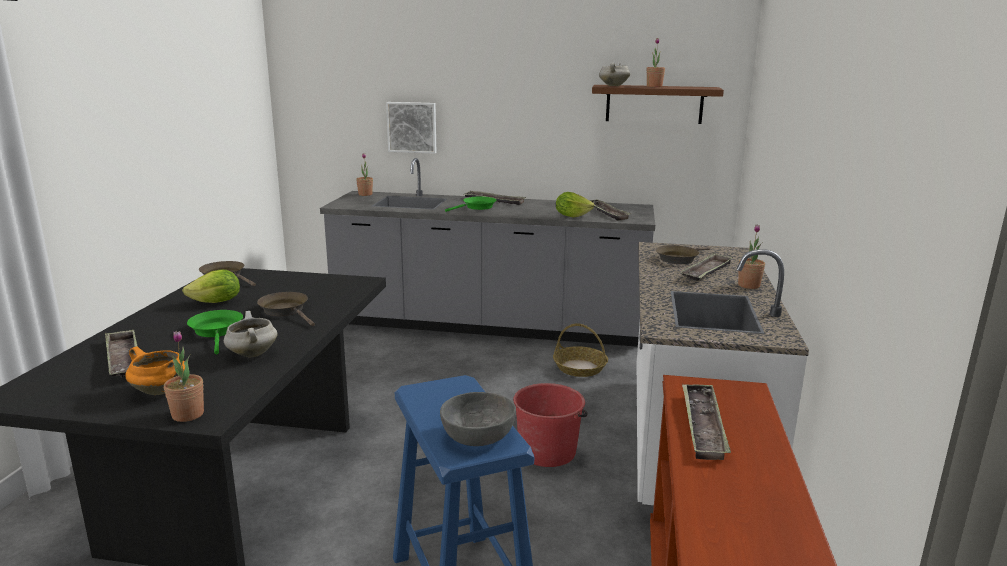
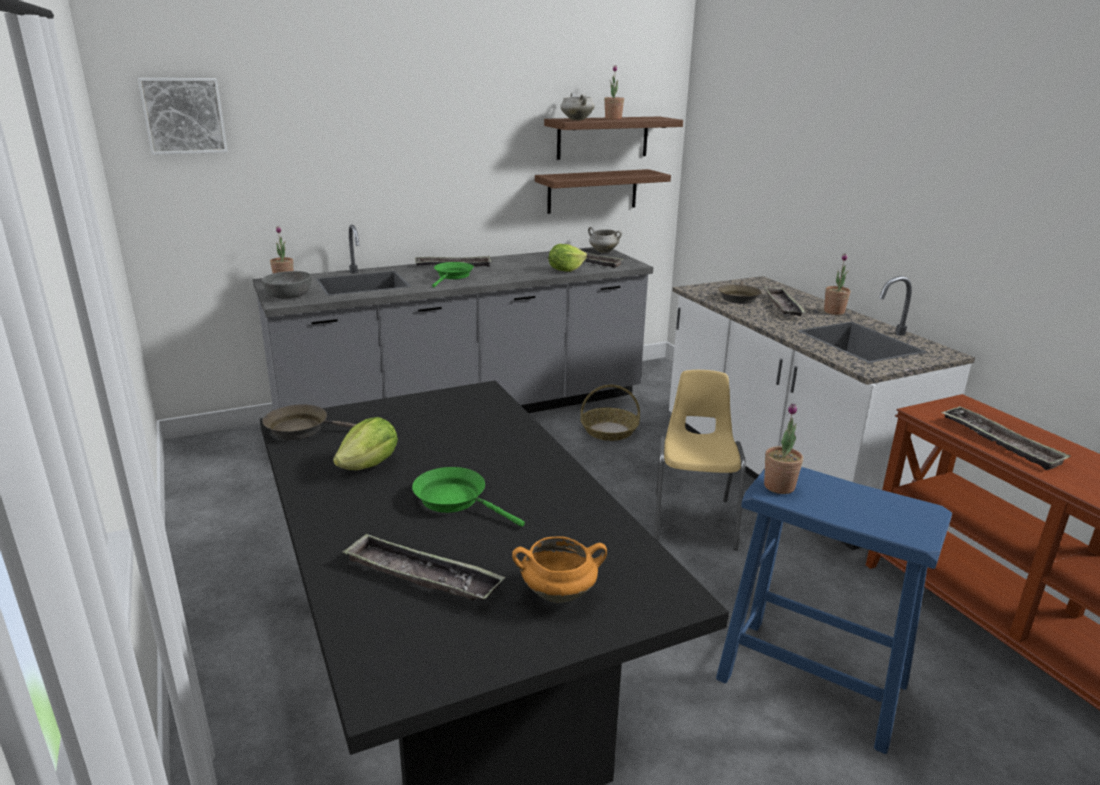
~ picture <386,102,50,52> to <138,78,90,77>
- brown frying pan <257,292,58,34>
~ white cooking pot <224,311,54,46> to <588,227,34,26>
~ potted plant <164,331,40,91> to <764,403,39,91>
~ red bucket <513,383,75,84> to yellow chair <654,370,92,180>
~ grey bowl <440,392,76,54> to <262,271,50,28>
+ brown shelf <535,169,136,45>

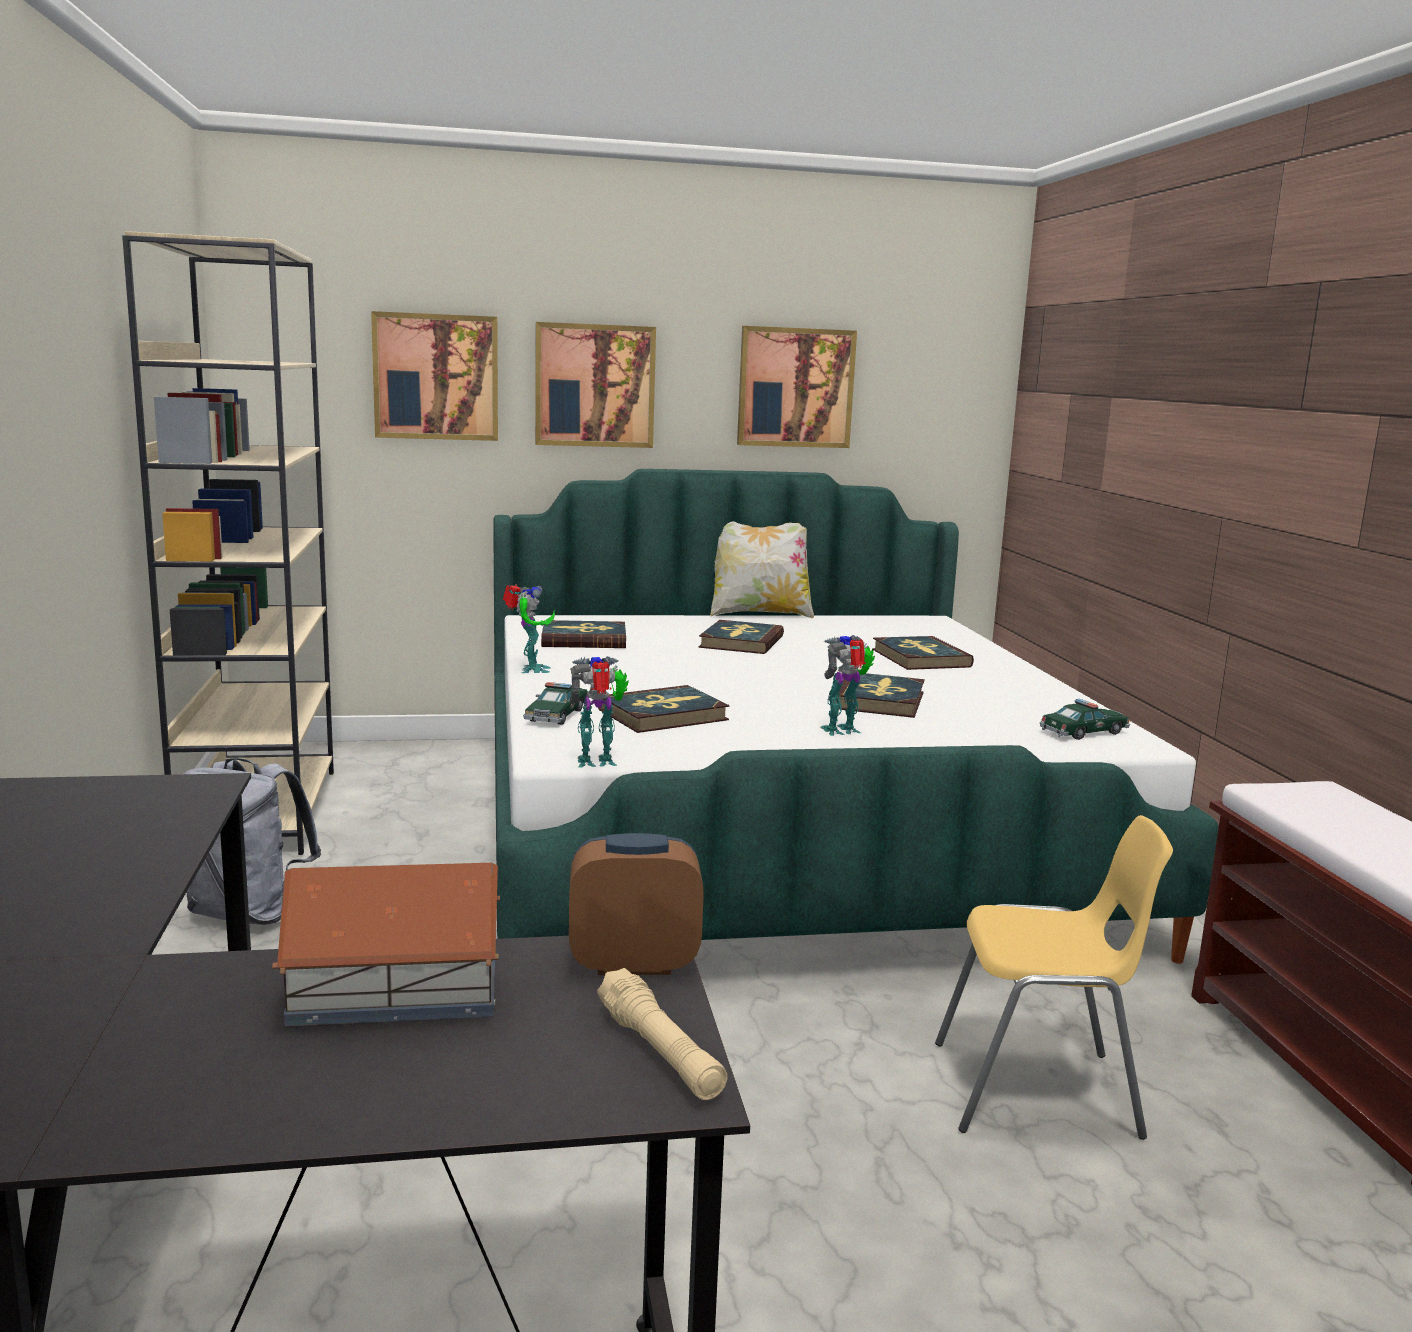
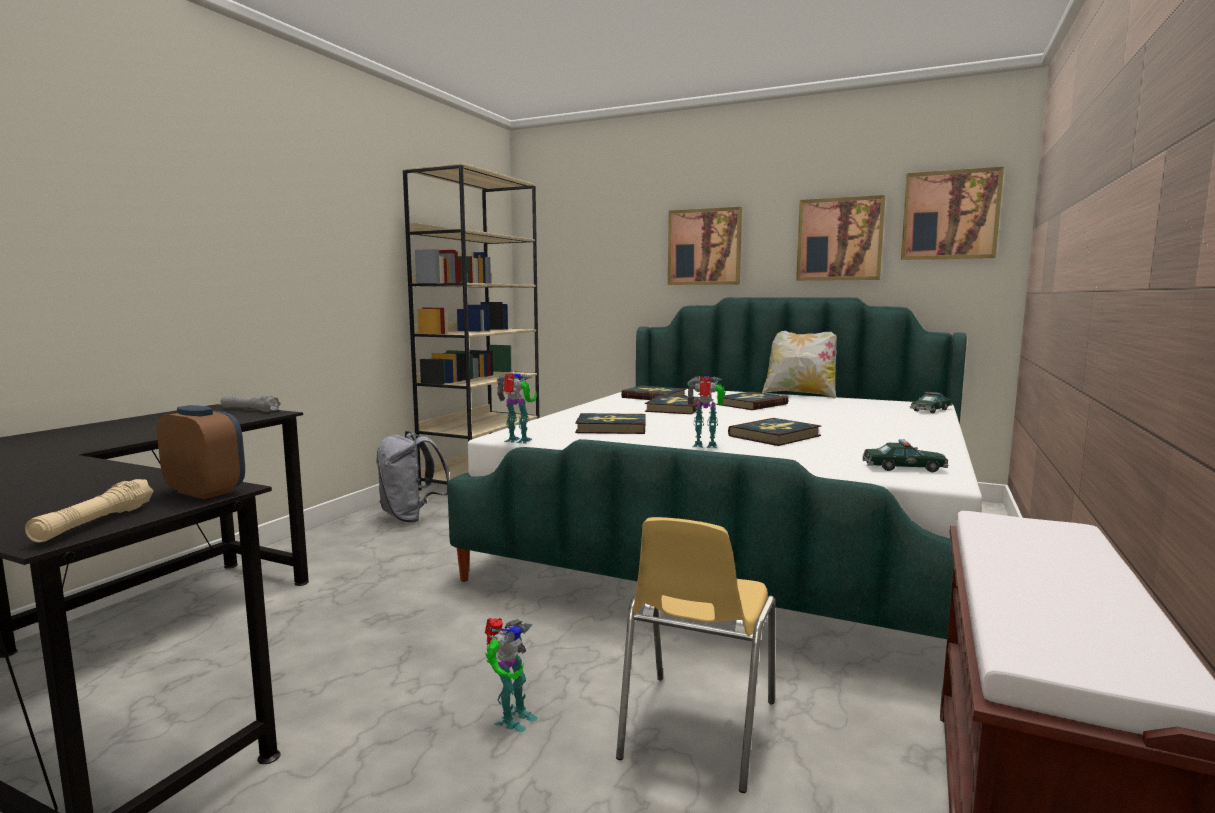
~ picture <371,311,127,130> to <901,167,103,93>
~ toy robot <503,584,52,89> to <485,618,53,114>
~ book <872,636,102,34> to <645,395,58,19>
~ toy car <523,682,65,43> to <910,392,42,21>
~ yellow chair <935,815,238,325> = <616,517,159,276> 75 degrees clockwise
- toy house <272,863,228,163>
+ grey flashlight <221,396,60,16>

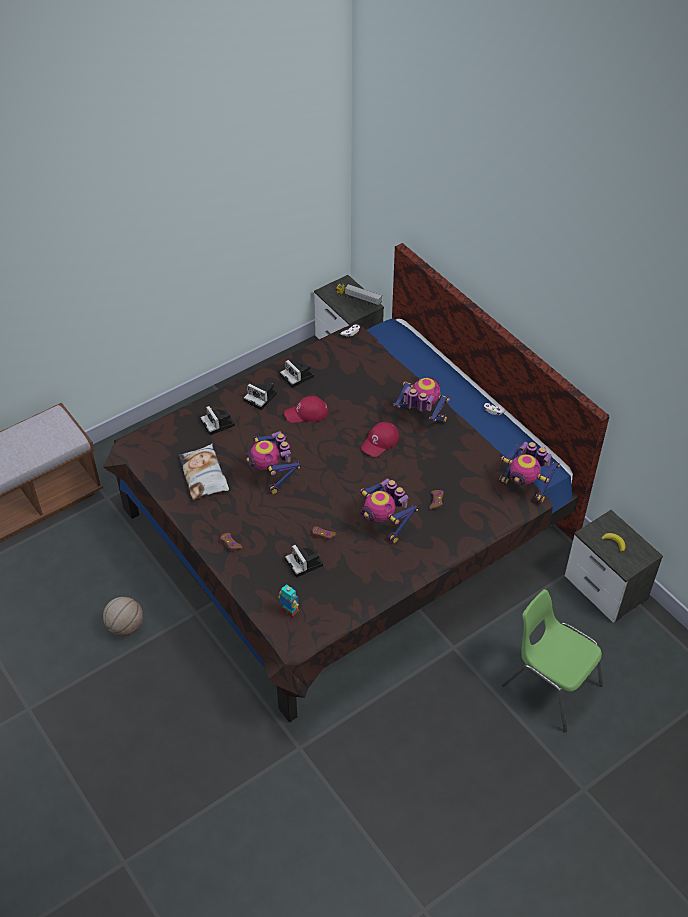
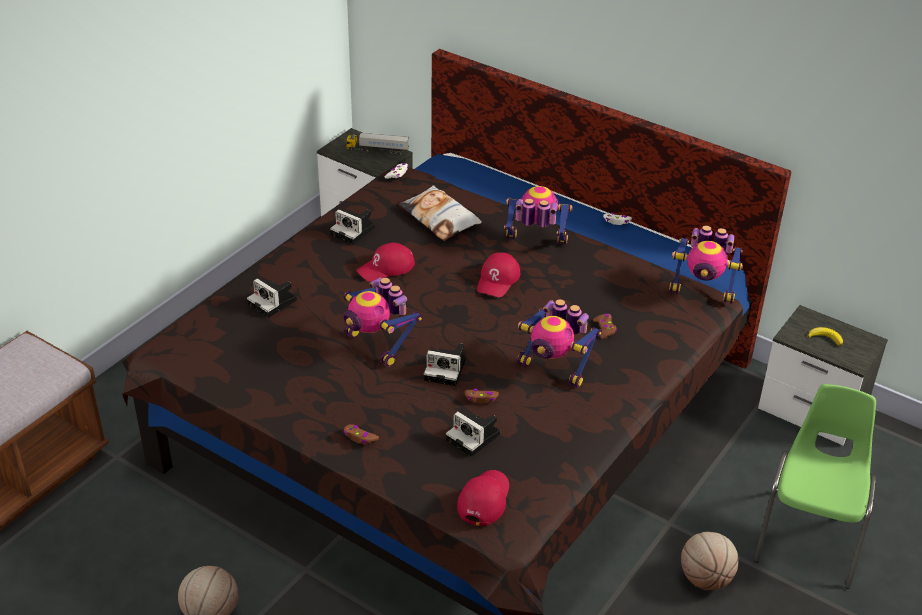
~ photo camera <244,383,33,27> to <424,343,42,43>
~ pillow <179,443,50,57> to <399,185,83,56>
~ toy robot <278,584,21,34> to red cap <457,470,52,56>
~ green chair <502,589,101,143> = <754,384,122,205> 90 degrees clockwise
+ basketball <681,532,58,58>

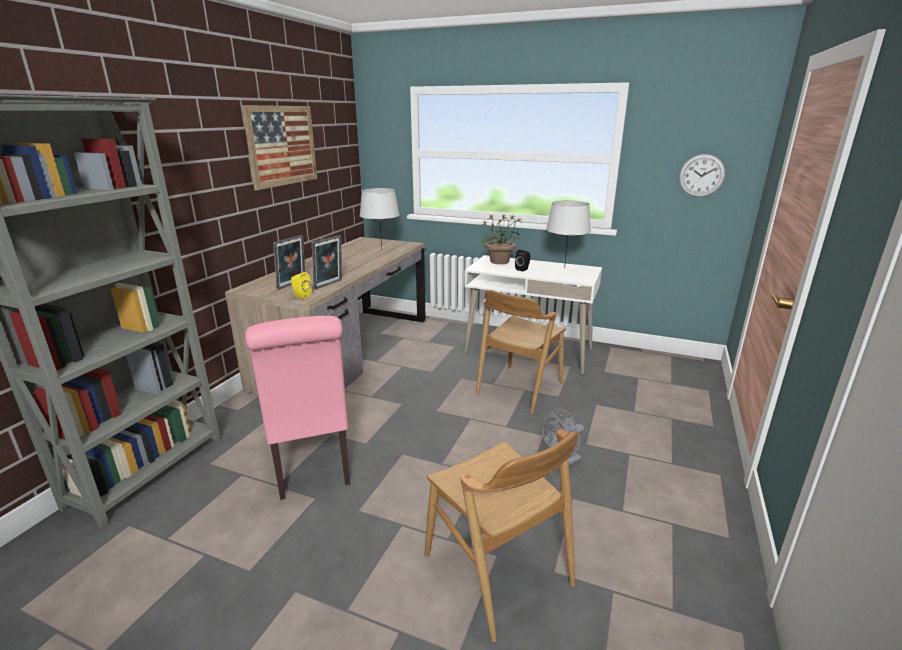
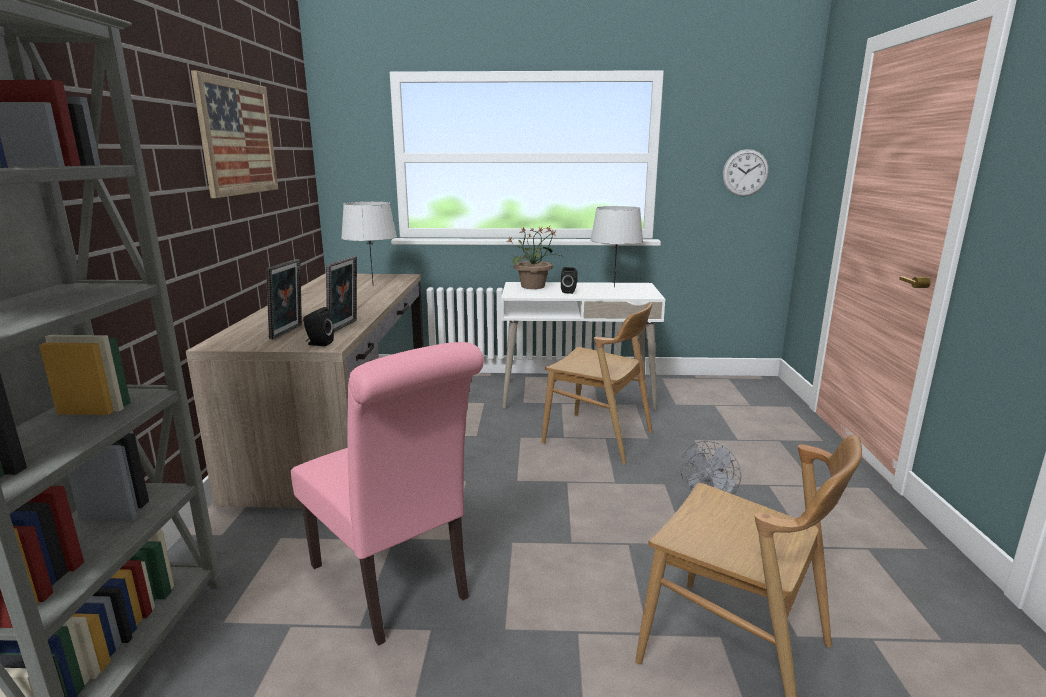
~ yellow speaker <291,272,21,27> to black speaker <303,307,31,39>
~ brown chair <476,290,89,124> = <541,303,111,161> 75 degrees counterclockwise

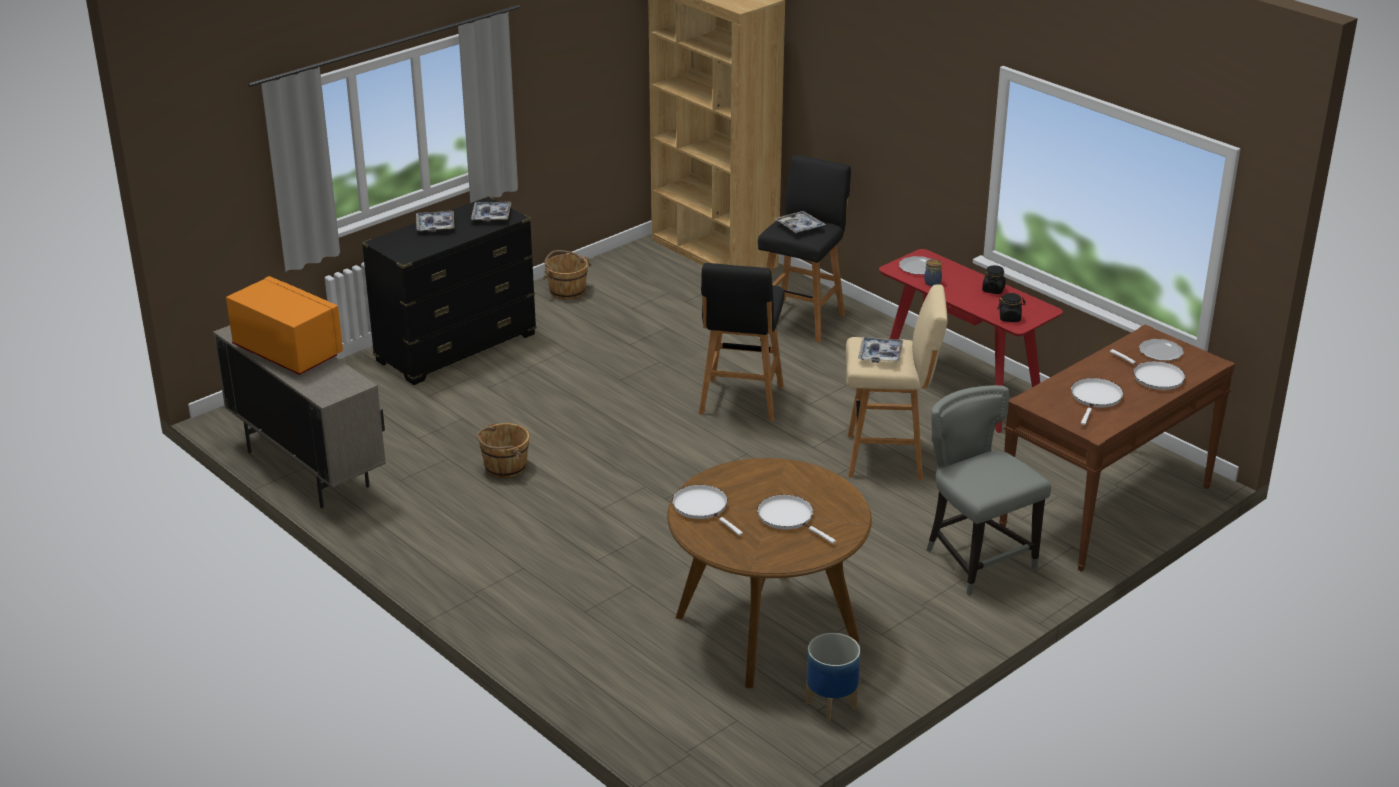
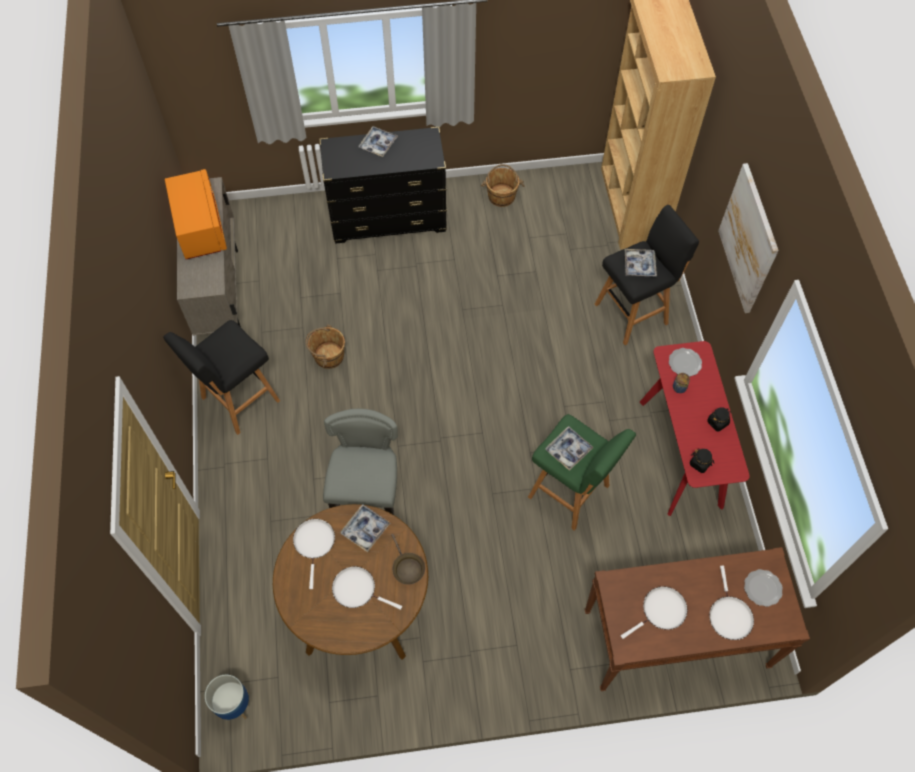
~ tray <471,202,41,20> to <340,504,50,48>
~ black stool <699,263,85,159> to <163,320,117,115>
~ beige stool <846,285,102,195> to green stool <528,414,108,117>
~ grey chair <926,385,125,210> to <323,409,75,106>
~ white frying pan <757,495,79,49> = <332,566,70,44> 60 degrees counterclockwise
~ planter <806,633,54,90> to <205,675,44,45>
+ picture <718,163,61,150>
+ brown frying pan <391,534,34,51>

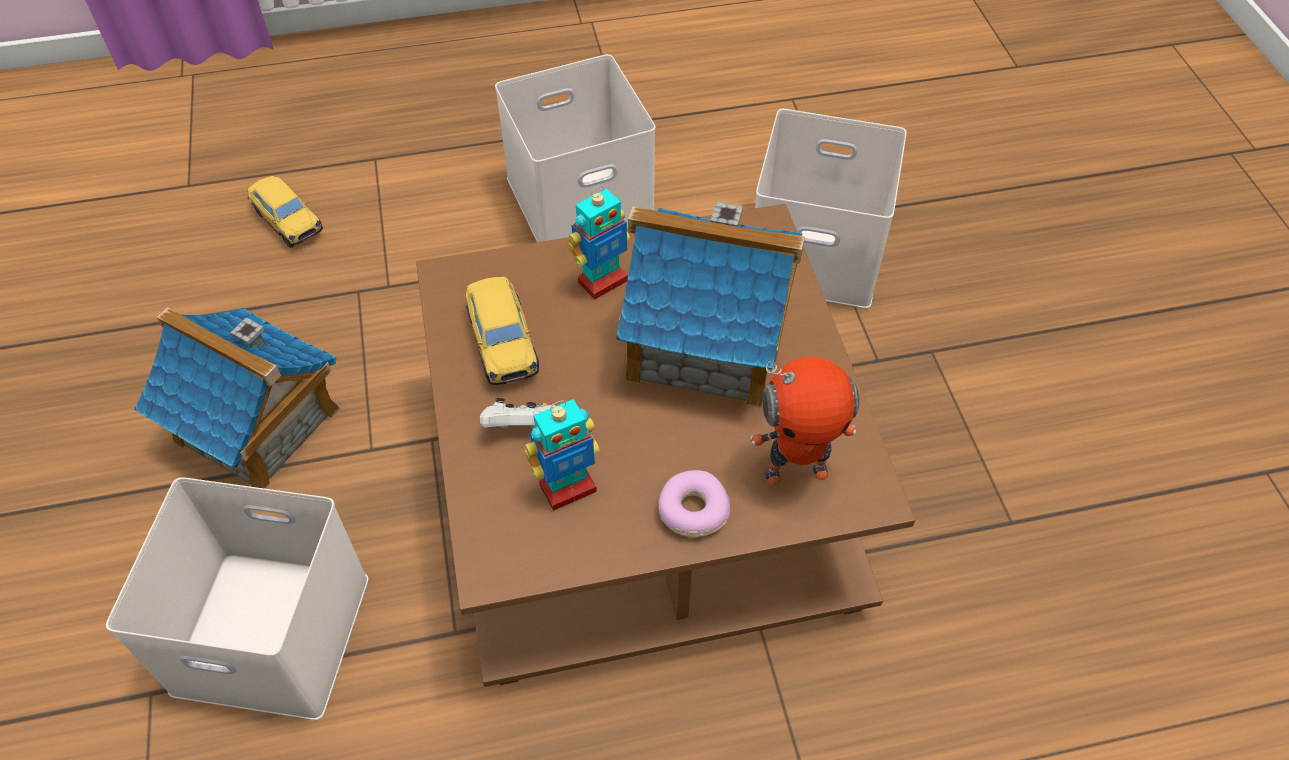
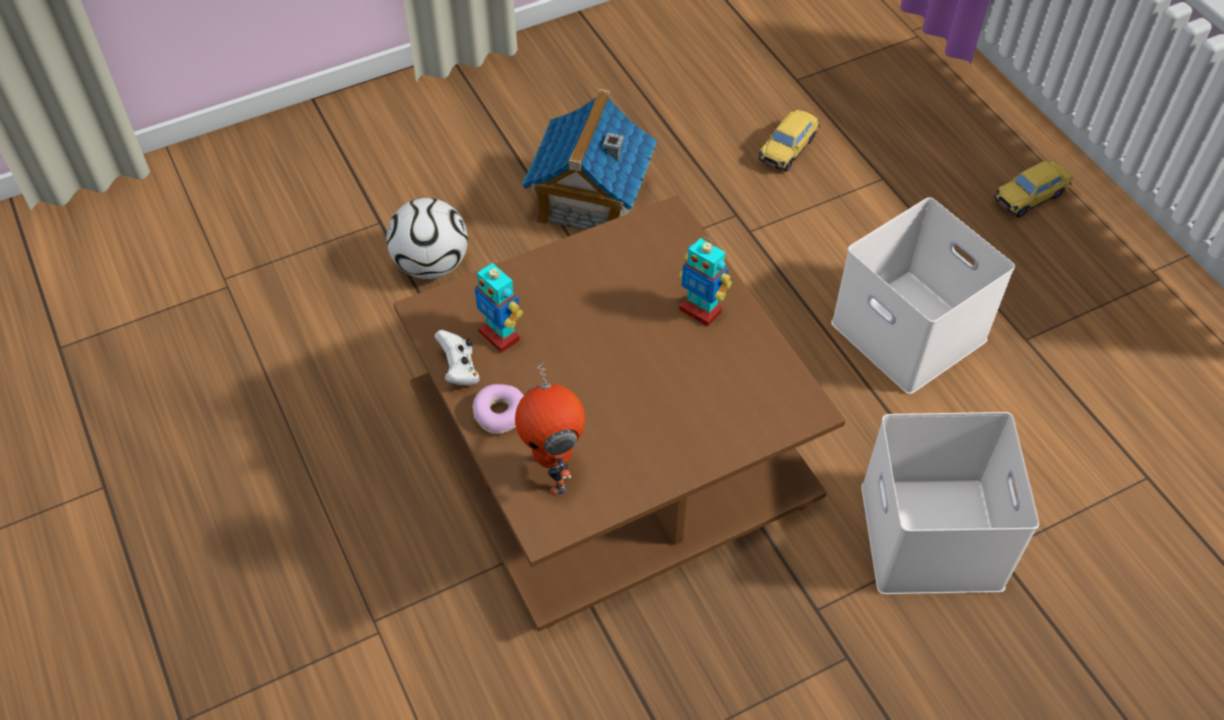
- toy house <616,202,189,206>
~ toy car <465,277,74,108> to <994,161,79,57>
~ white game controller <480,398,75,30> to <434,330,45,55>
~ white storage box <106,477,263,243> to football <386,198,82,81>

